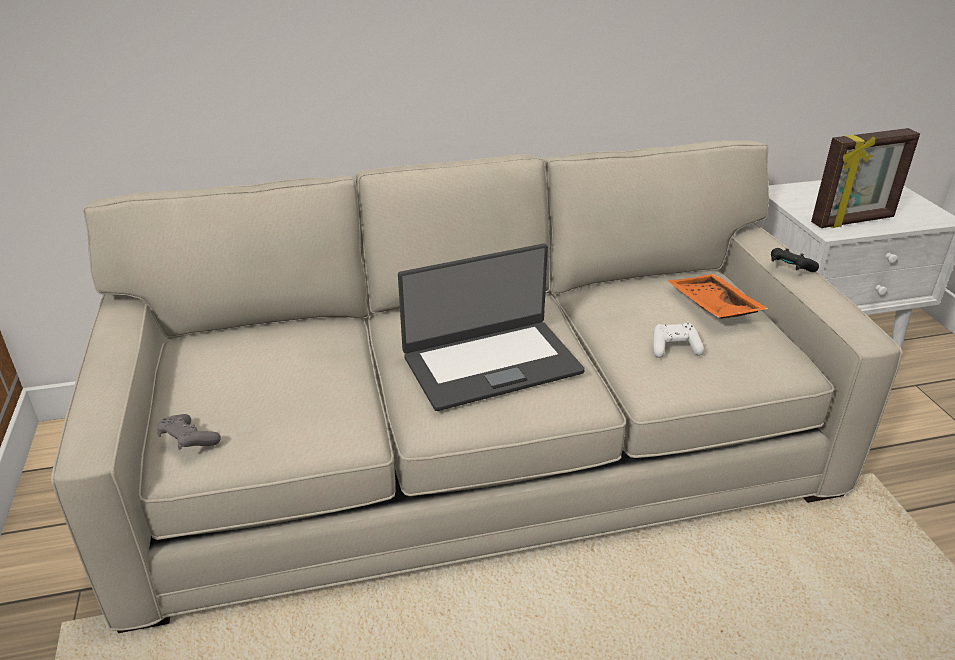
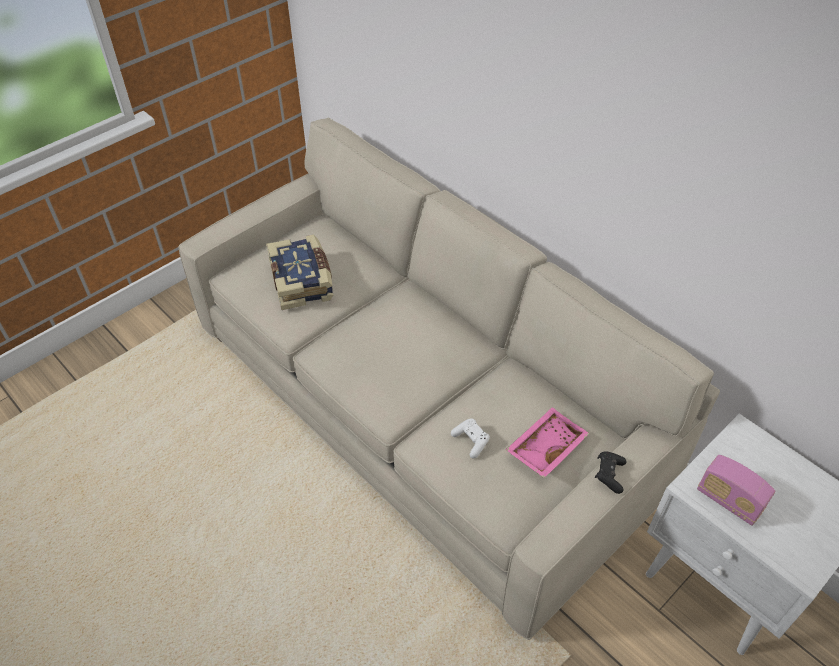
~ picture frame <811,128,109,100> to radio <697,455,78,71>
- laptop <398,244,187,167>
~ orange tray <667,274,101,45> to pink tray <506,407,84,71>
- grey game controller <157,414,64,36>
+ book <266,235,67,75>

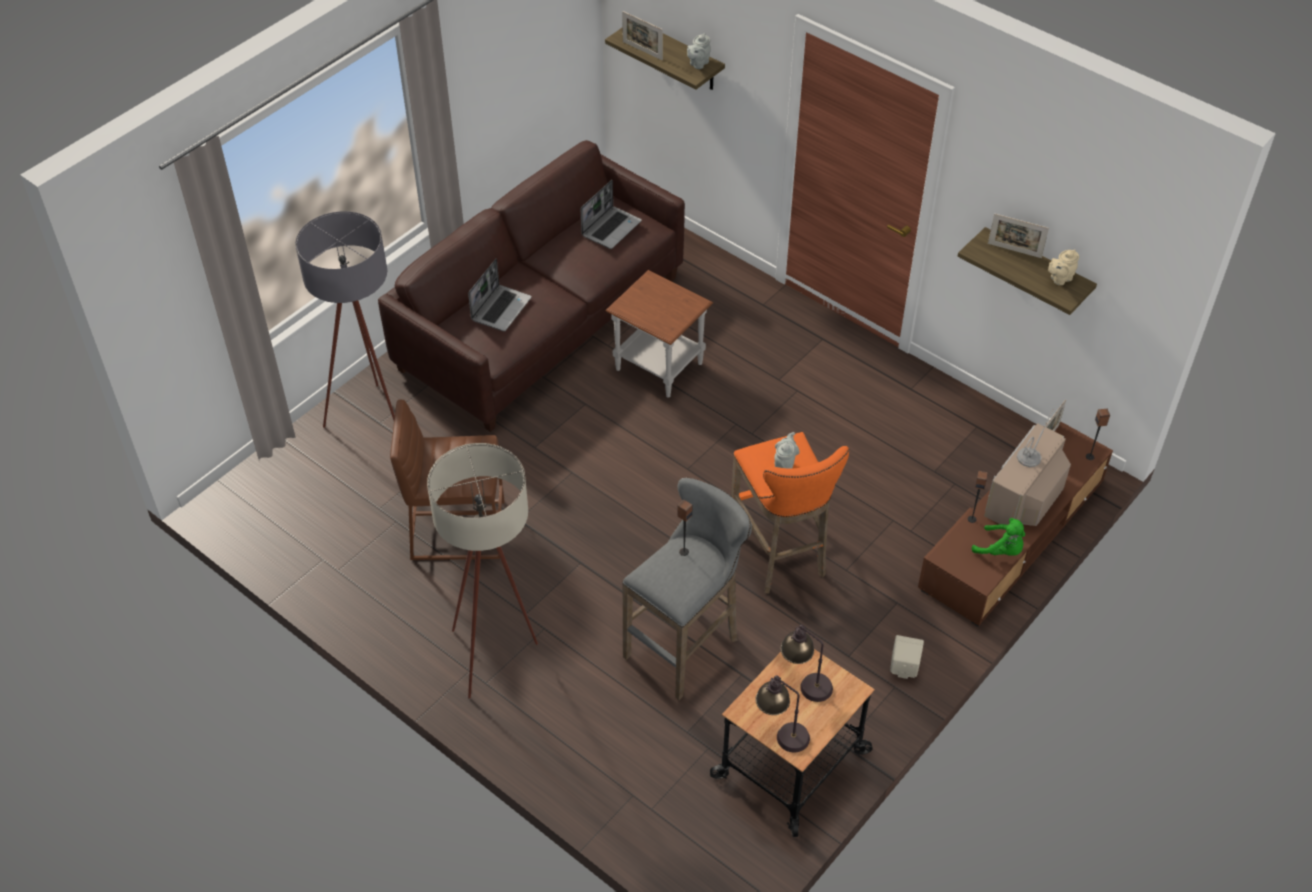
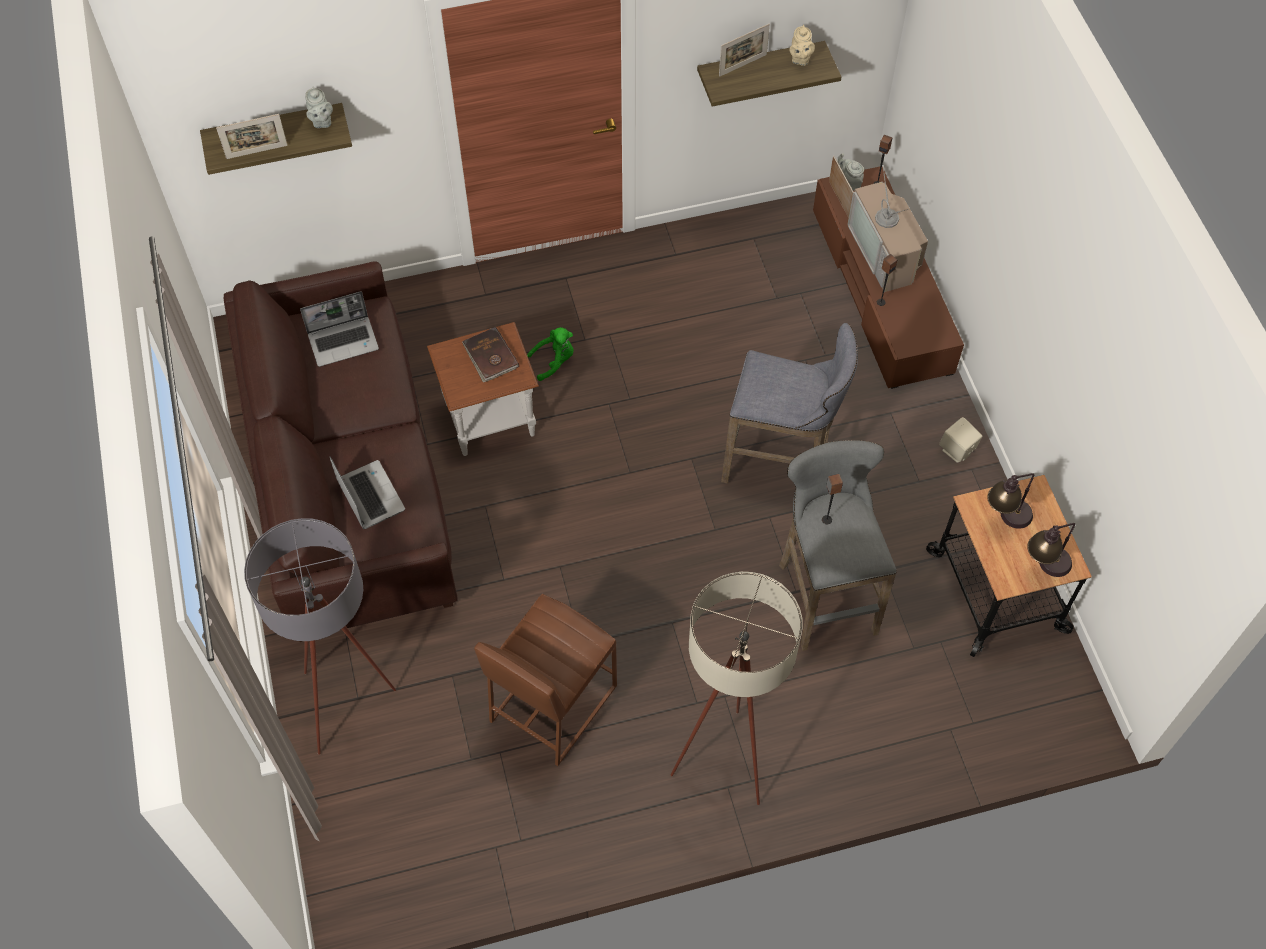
~ laptop <580,180,62,69> = <300,291,79,76> 90 degrees clockwise
~ orange stool <731,432,118,162> to grey stool <721,323,137,161>
~ grey teapot <774,432,26,37> to <837,153,27,38>
~ green plush toy <972,518,53,38> to <527,327,47,54>
+ brown book <462,327,57,55>

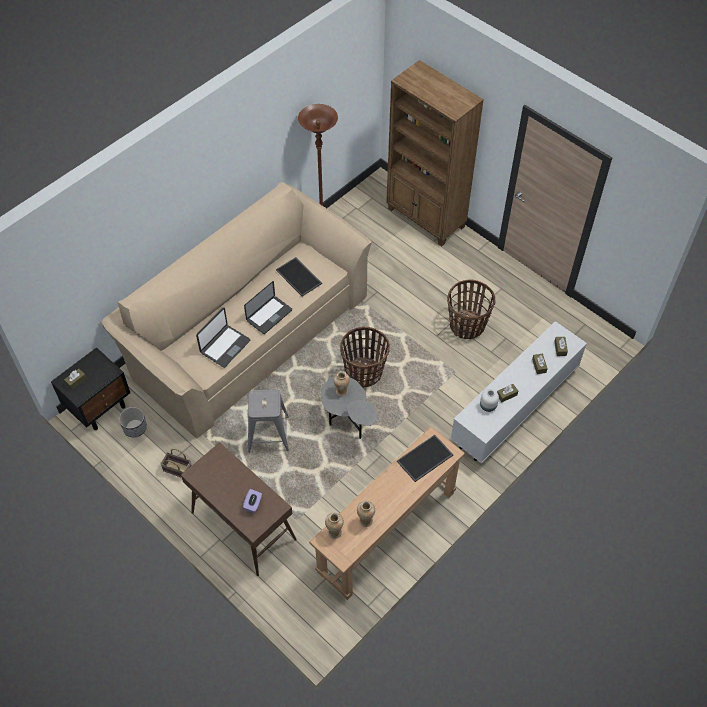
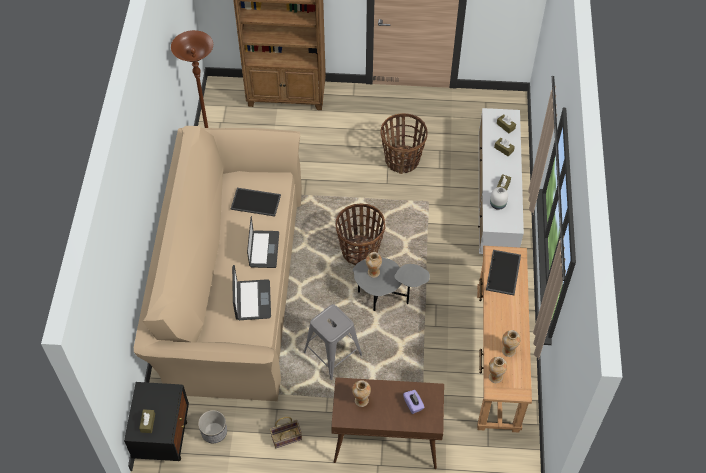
+ vase <352,380,19,27>

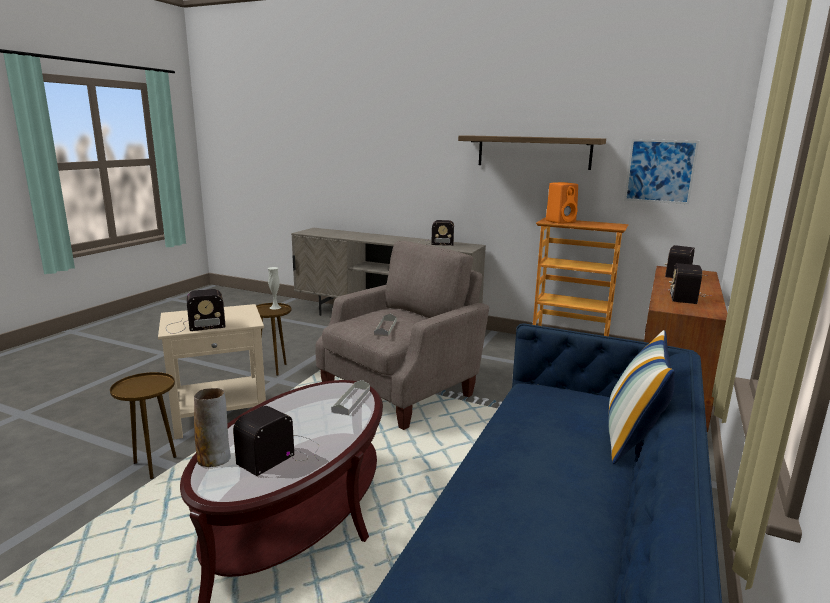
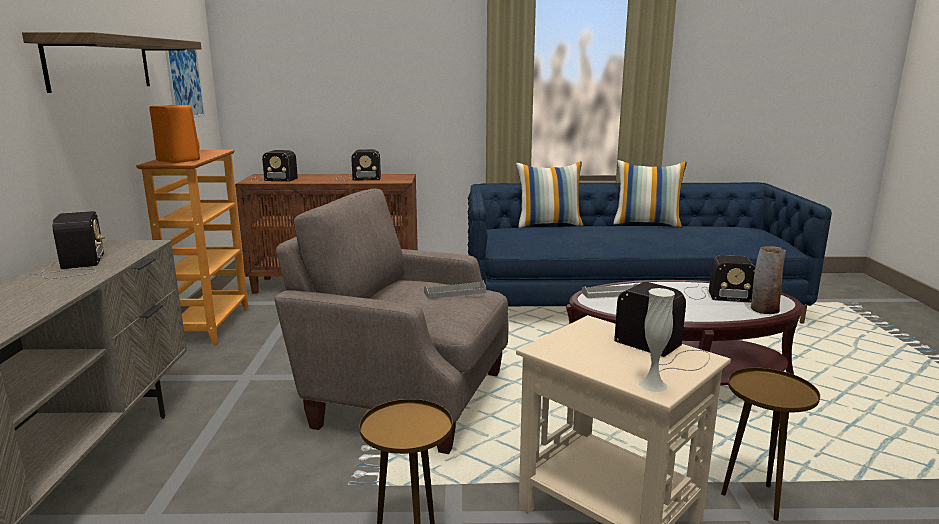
~ white vase <268,267,13,43> to <639,288,36,104>
+ pillow <613,160,74,68>

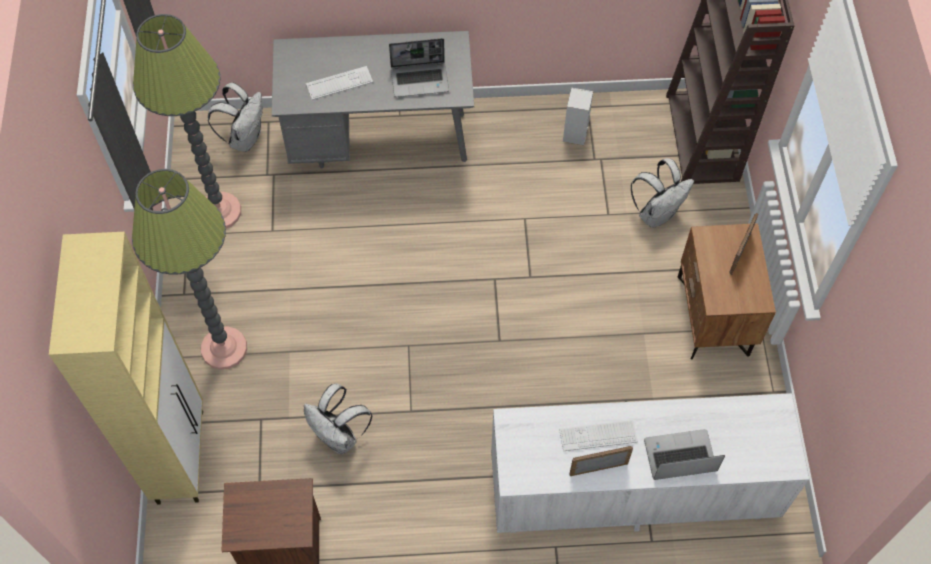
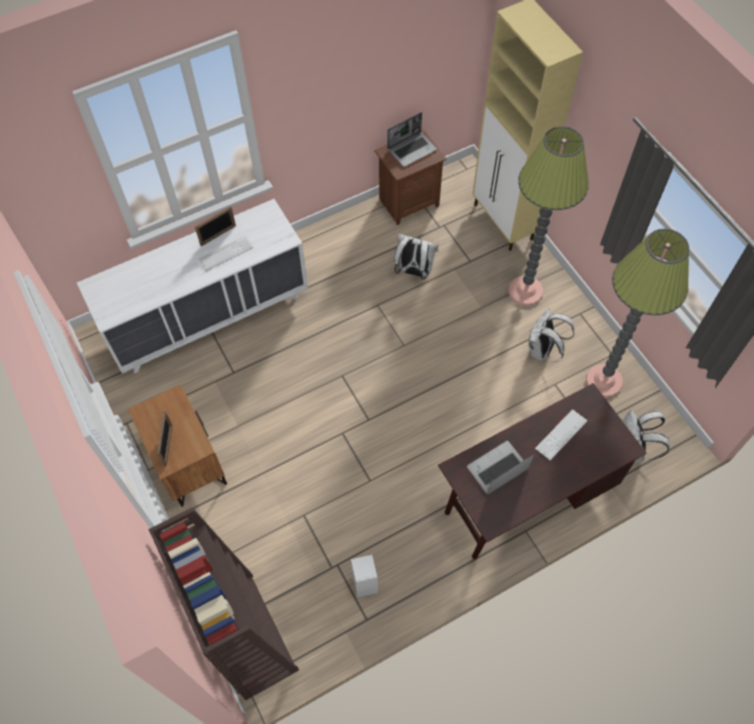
~ grey desk <272,31,202,137> to brown desk <438,383,208,176>
~ white backpack <631,158,63,70> to <528,308,46,54>
~ laptop <644,429,81,51> to <387,112,50,55>

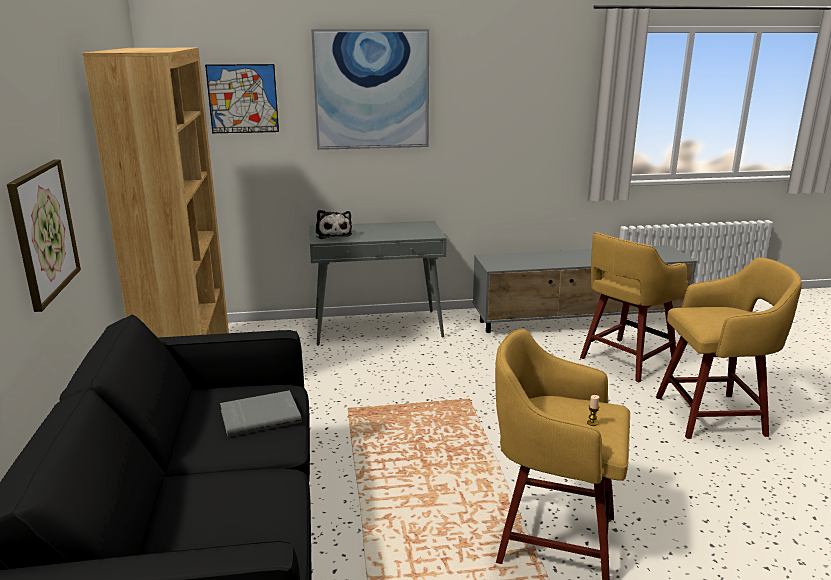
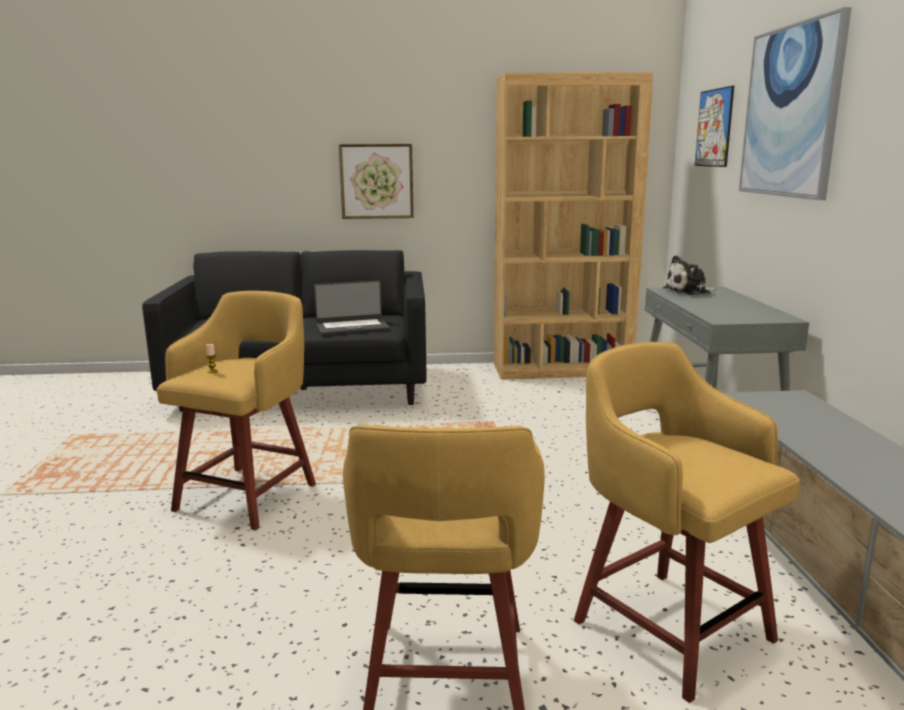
~ grey book <220,390,81,47> to laptop <314,280,76,55>

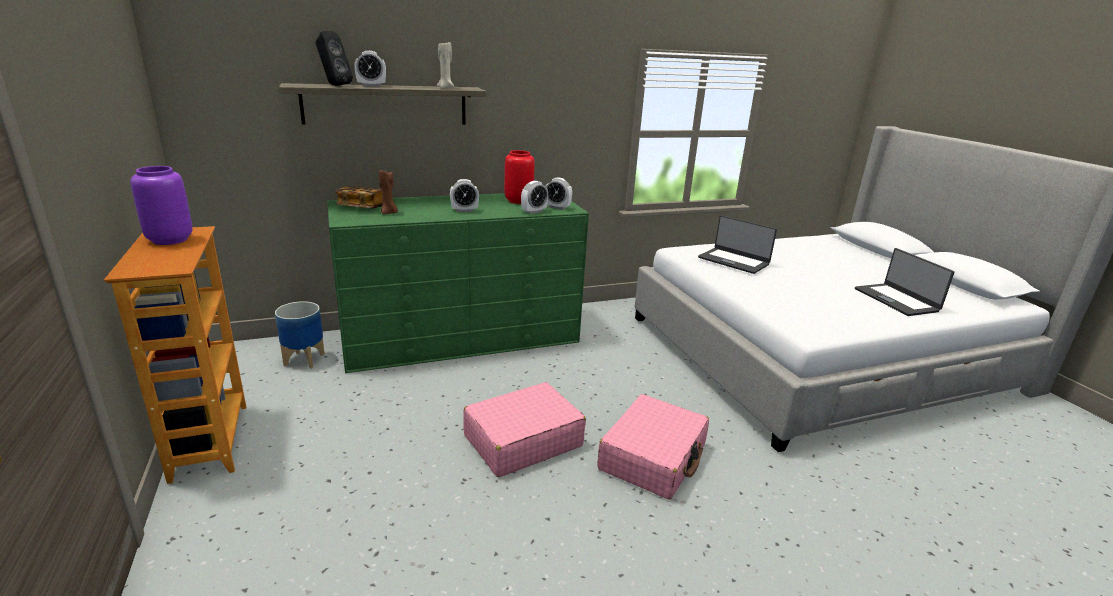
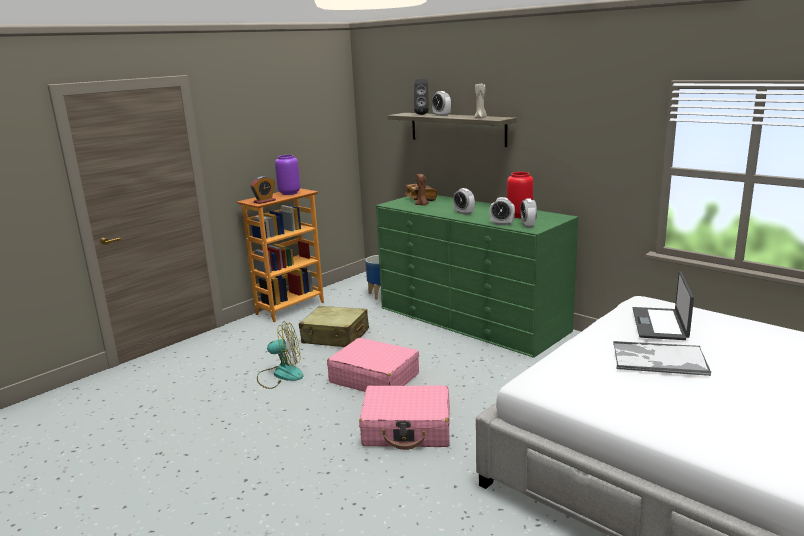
- laptop <855,248,100,68>
+ alarm clock <250,176,26,28>
+ beige suitcase <299,306,70,41>
+ fan <257,321,46,68>
+ tray <613,341,98,35>

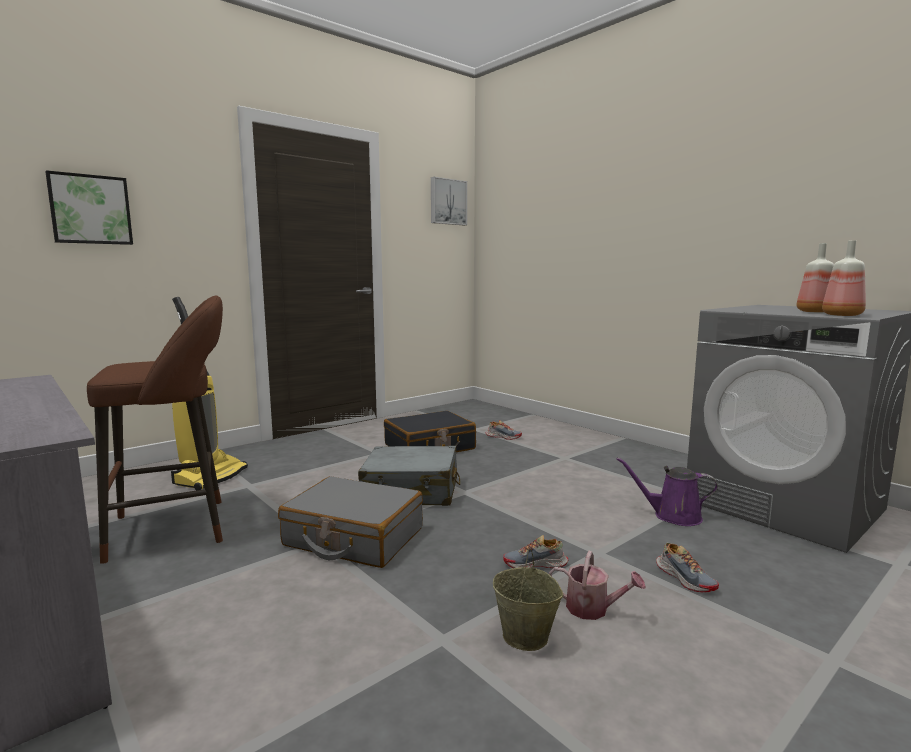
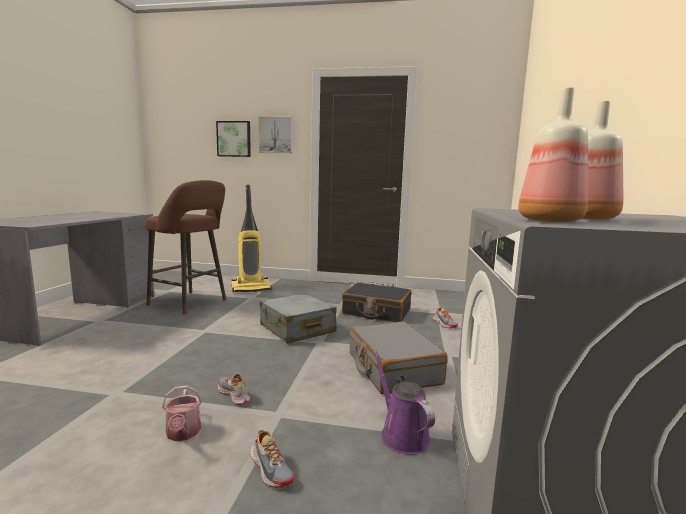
~ picture <431,177,36,48> to <258,116,35,37>
~ grey suitcase <278,476,145,92> to <349,322,99,72>
~ shoe <656,543,63,50> = <250,430,45,58> 60 degrees counterclockwise
- beige bucket <493,548,70,103>

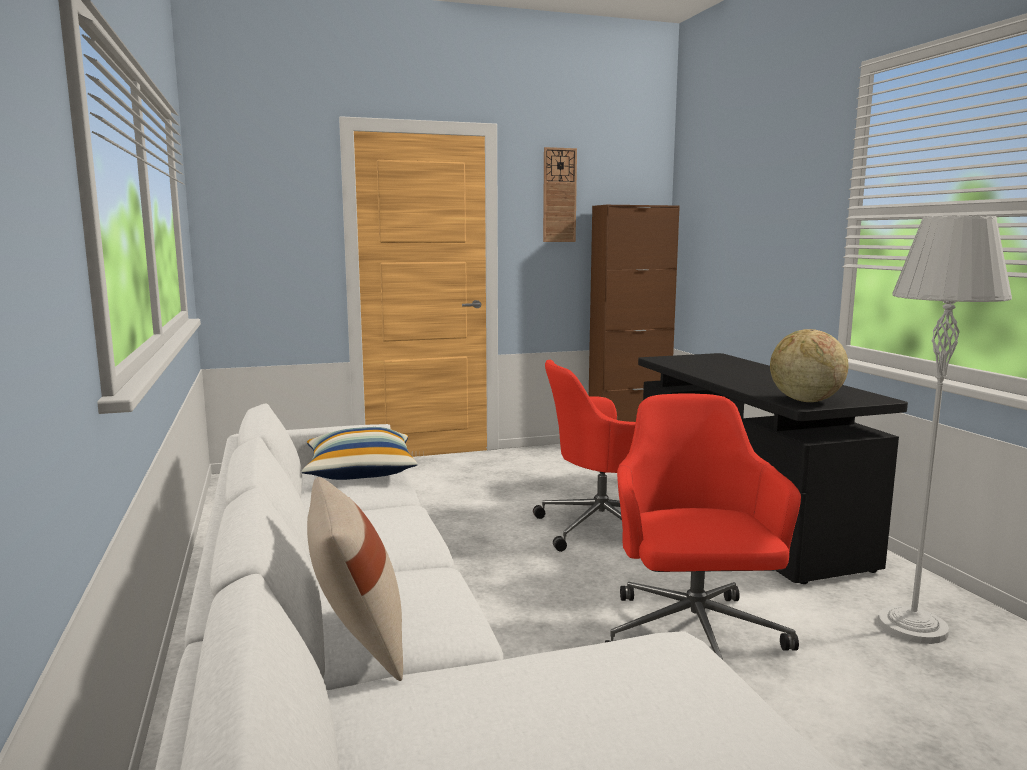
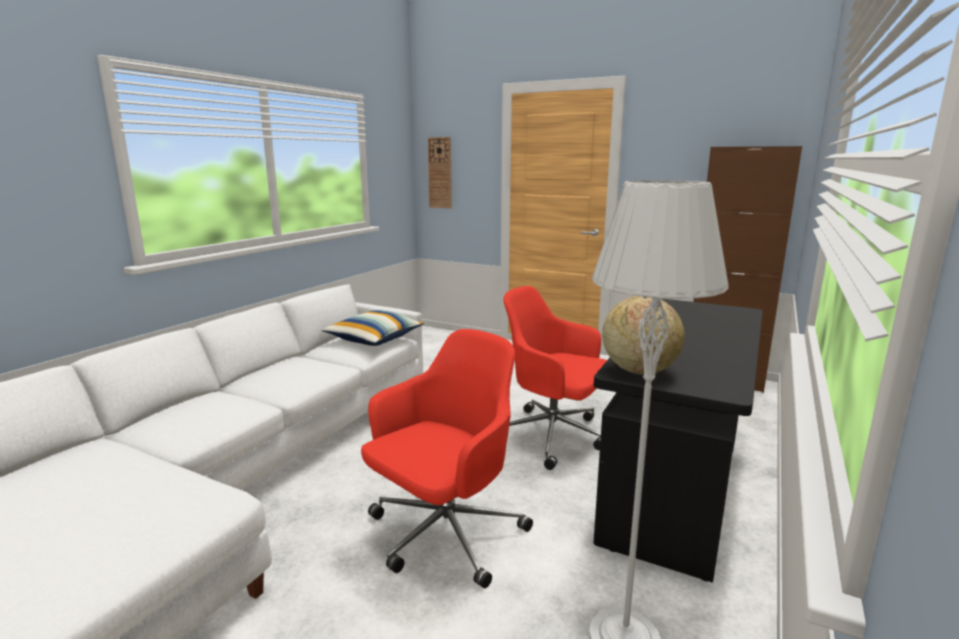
~ wall clock <543,147,34,95> to <428,137,24,72>
- beige pillow <307,477,96,204>

